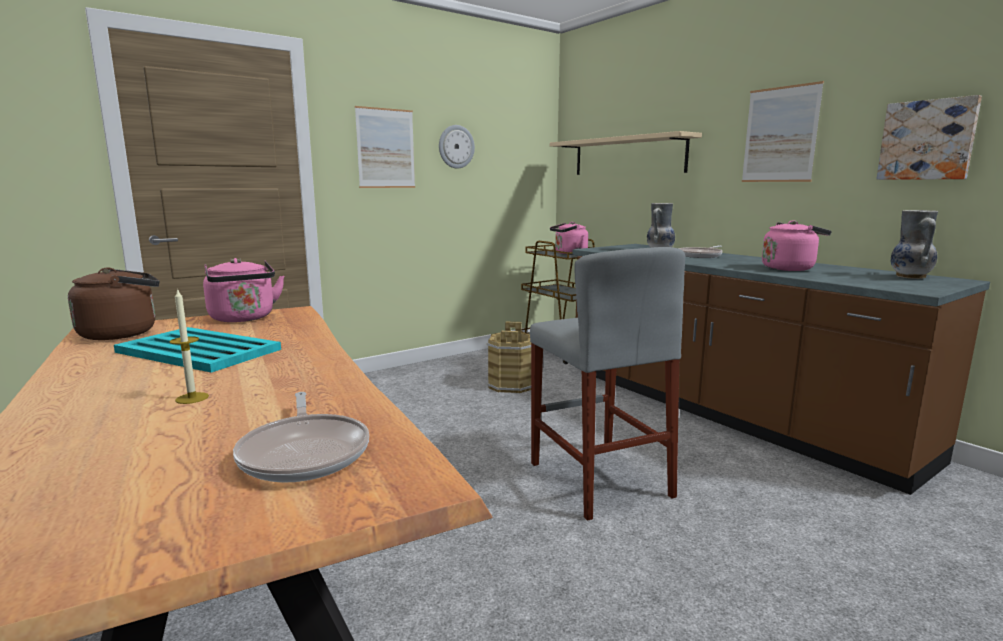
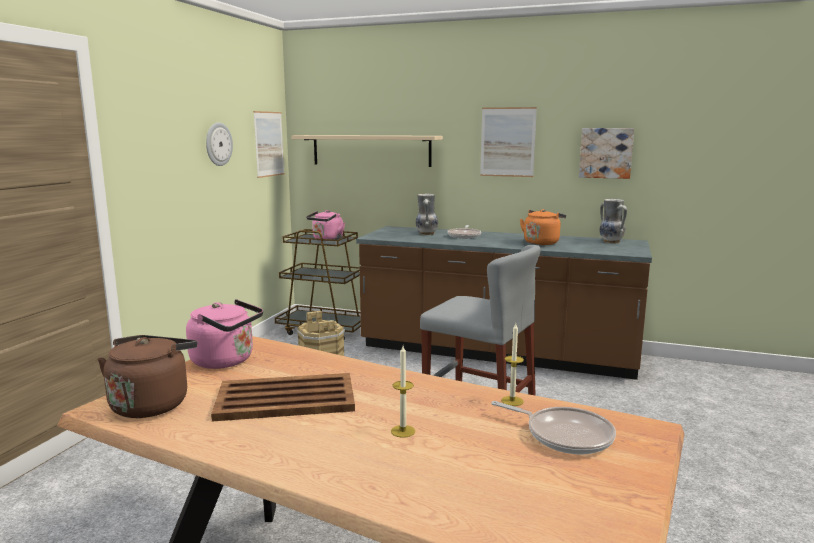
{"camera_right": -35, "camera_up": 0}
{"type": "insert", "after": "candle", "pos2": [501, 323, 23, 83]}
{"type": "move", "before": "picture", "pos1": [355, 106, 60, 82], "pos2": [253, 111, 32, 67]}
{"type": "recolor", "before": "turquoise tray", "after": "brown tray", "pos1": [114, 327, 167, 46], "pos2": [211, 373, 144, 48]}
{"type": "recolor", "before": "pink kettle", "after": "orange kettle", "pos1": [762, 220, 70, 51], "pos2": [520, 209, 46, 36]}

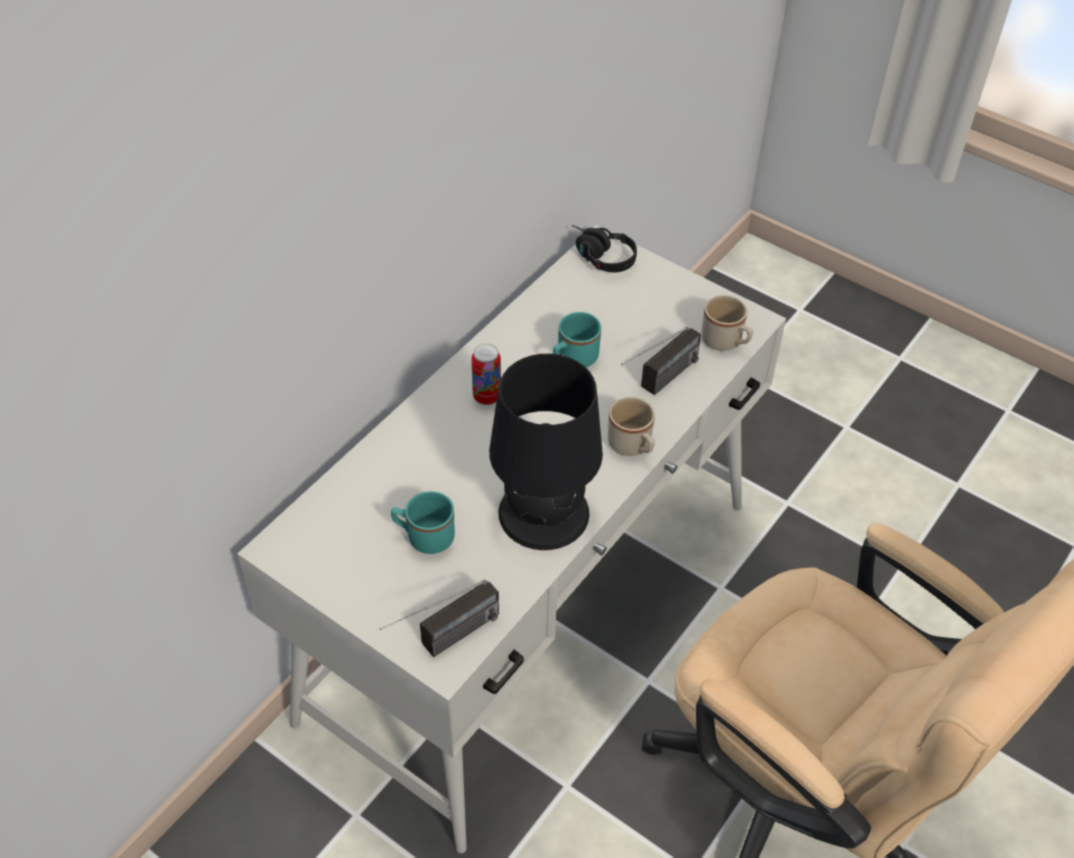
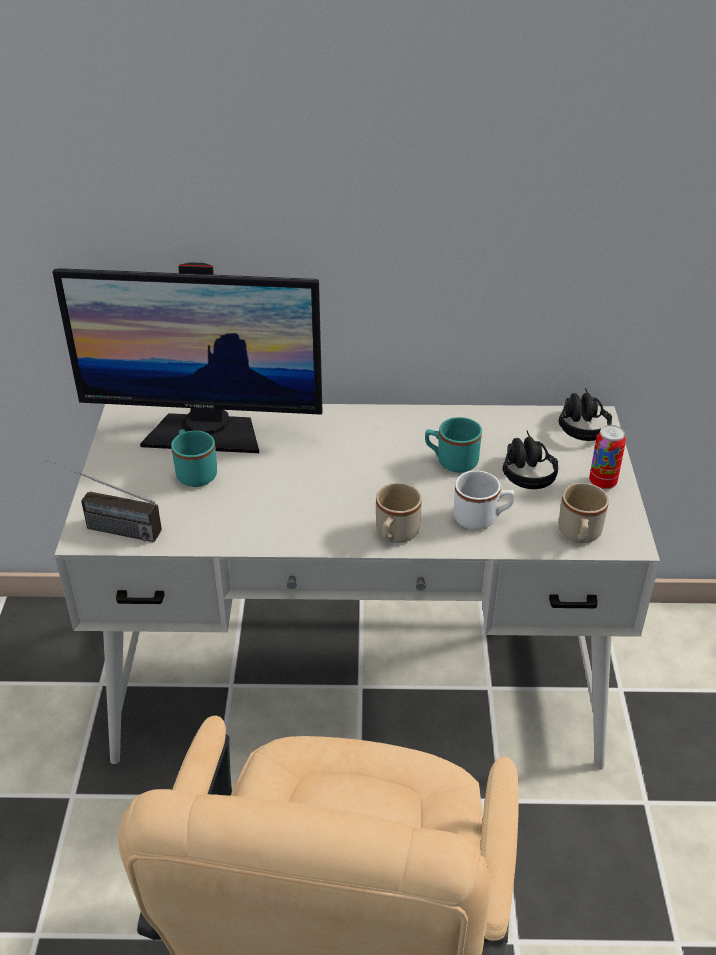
{"camera_right": 55, "camera_up": -10}
{"type": "delete", "before": "black table lamp", "pos1": [489, 354, 114, 196]}
{"type": "insert", "after": "monitor", "pos2": [52, 262, 270, 191]}
{"type": "insert", "after": "black headphones", "pos2": [503, 431, 55, 58]}
{"type": "move", "before": "can", "pos1": [471, 343, 30, 62], "pos2": [589, 425, 37, 65]}
{"type": "replace", "before": "radio", "after": "white mug", "pos1": [621, 327, 80, 68], "pos2": [453, 471, 62, 59]}

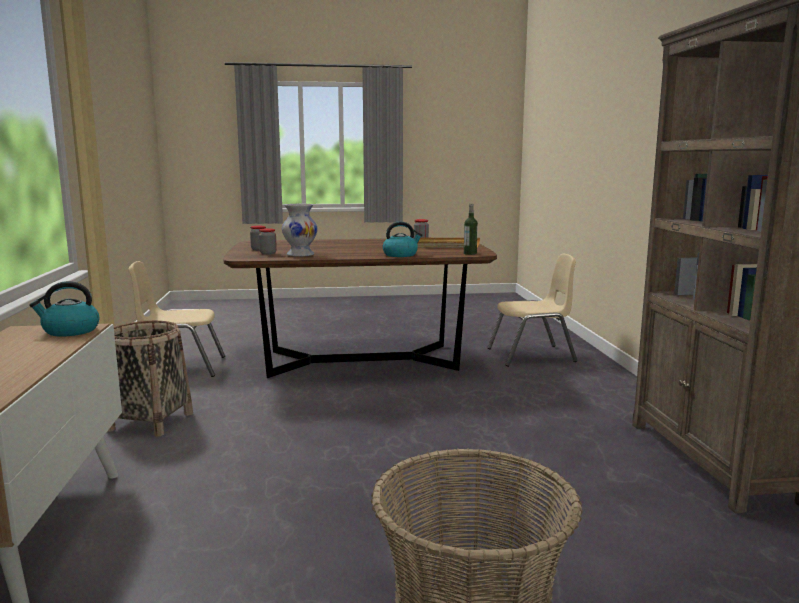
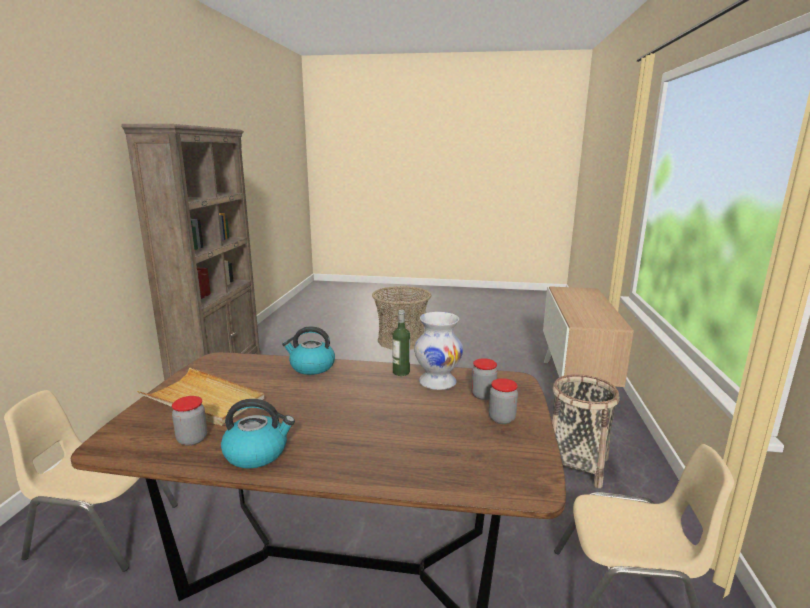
{"camera_right": -165, "camera_up": 5}
{"type": "move", "before": "kettle", "pos1": [29, 281, 70, 56], "pos2": [221, 399, 74, 70]}
{"type": "move", "before": "bottle", "pos1": [464, 204, 14, 51], "pos2": [393, 310, 17, 66]}

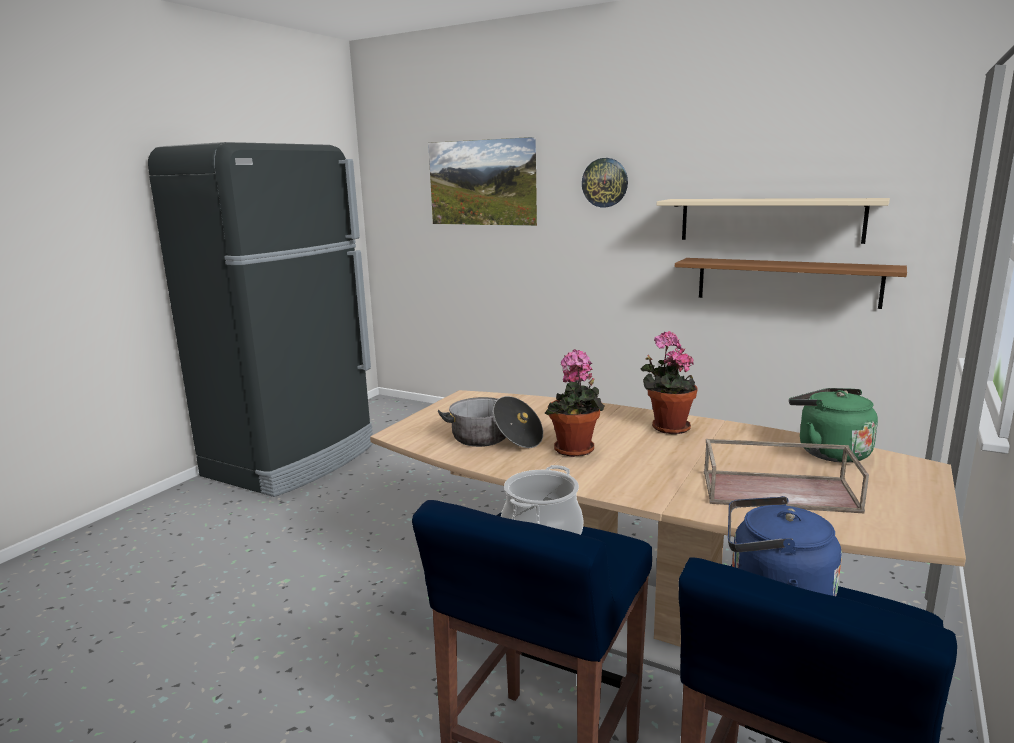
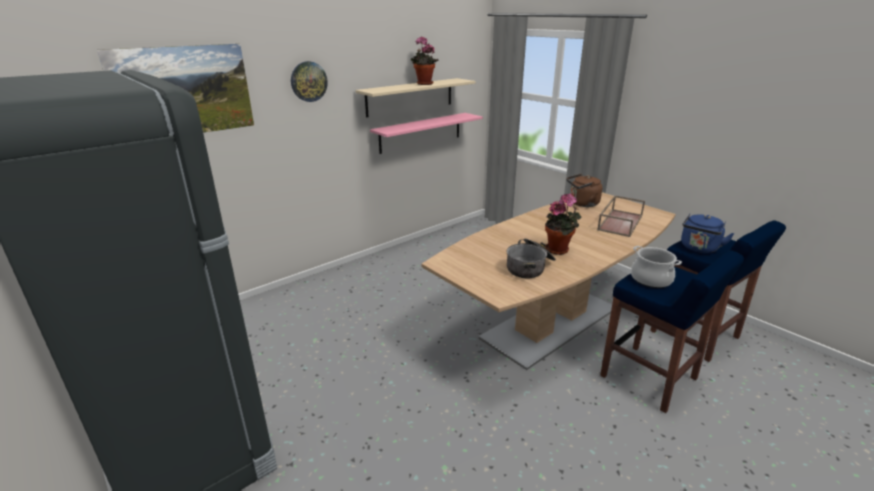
{"camera_right": -70, "camera_up": 10}
{"type": "move", "before": "potted plant", "pos1": [641, 331, 57, 103], "pos2": [411, 36, 27, 49]}
{"type": "recolor", "before": "brown shelf", "after": "pink shelf", "pos1": [675, 258, 232, 51], "pos2": [370, 113, 113, 41]}
{"type": "recolor", "before": "green kettle", "after": "brown kettle", "pos1": [789, 388, 89, 75], "pos2": [567, 174, 35, 33]}

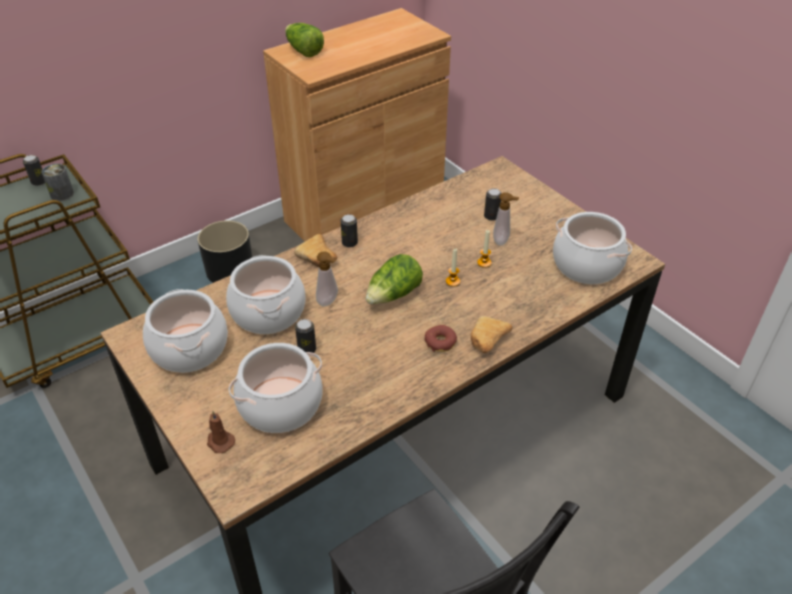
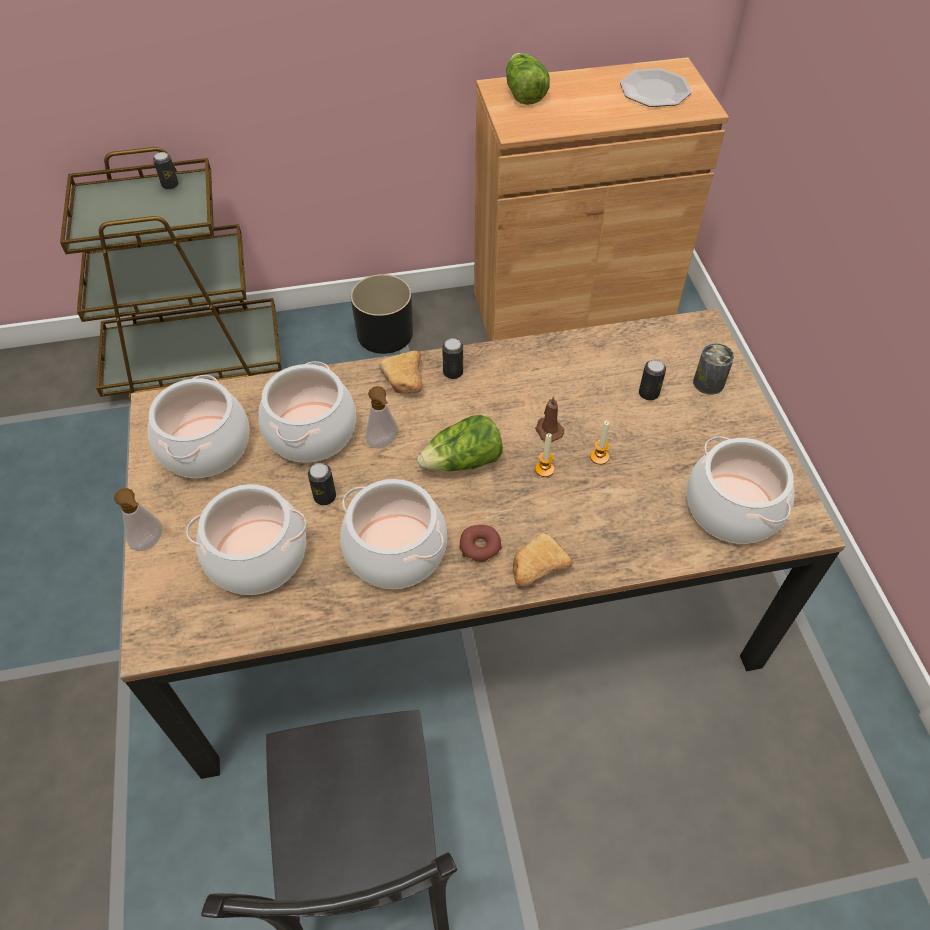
{"camera_right": 25, "camera_up": 10}
{"type": "insert", "after": "cooking pot", "pos2": [340, 479, 107, 110]}
{"type": "insert", "after": "plate", "pos2": [620, 69, 72, 38]}
{"type": "move", "before": "can", "pos1": [42, 164, 32, 37], "pos2": [693, 343, 41, 52]}
{"type": "move", "before": "brown candle", "pos1": [207, 411, 28, 42], "pos2": [535, 396, 29, 46]}
{"type": "move", "before": "soap dispenser", "pos1": [493, 192, 26, 54], "pos2": [114, 488, 48, 63]}

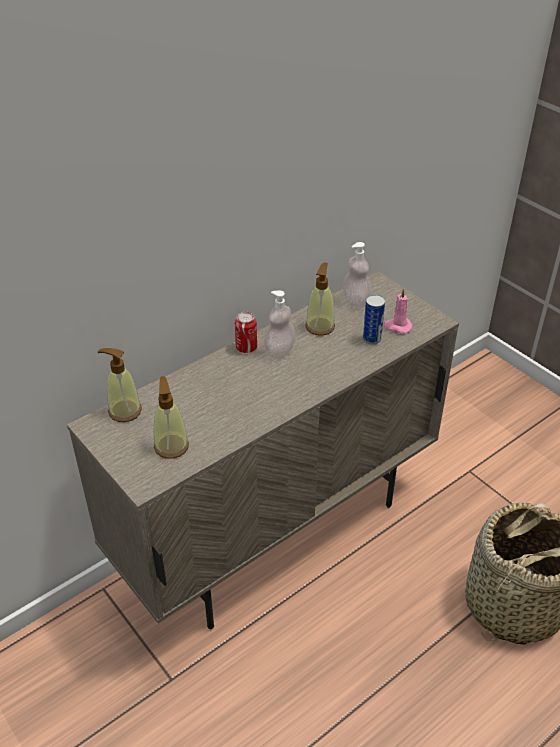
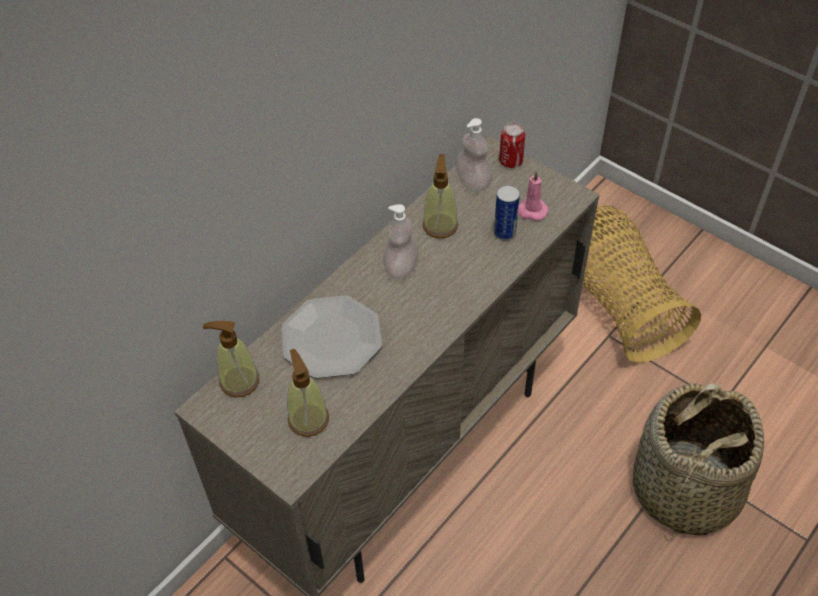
{"camera_right": -10, "camera_up": 10}
{"type": "insert", "after": "plate", "pos2": [281, 296, 101, 82]}
{"type": "insert", "after": "basket", "pos2": [583, 205, 118, 158]}
{"type": "move", "before": "can", "pos1": [235, 312, 22, 41], "pos2": [499, 123, 26, 45]}

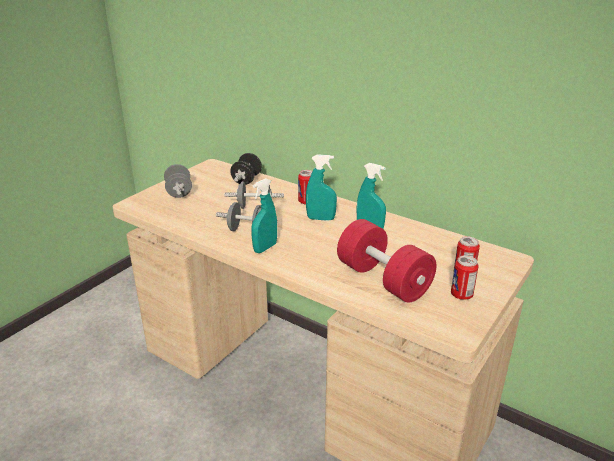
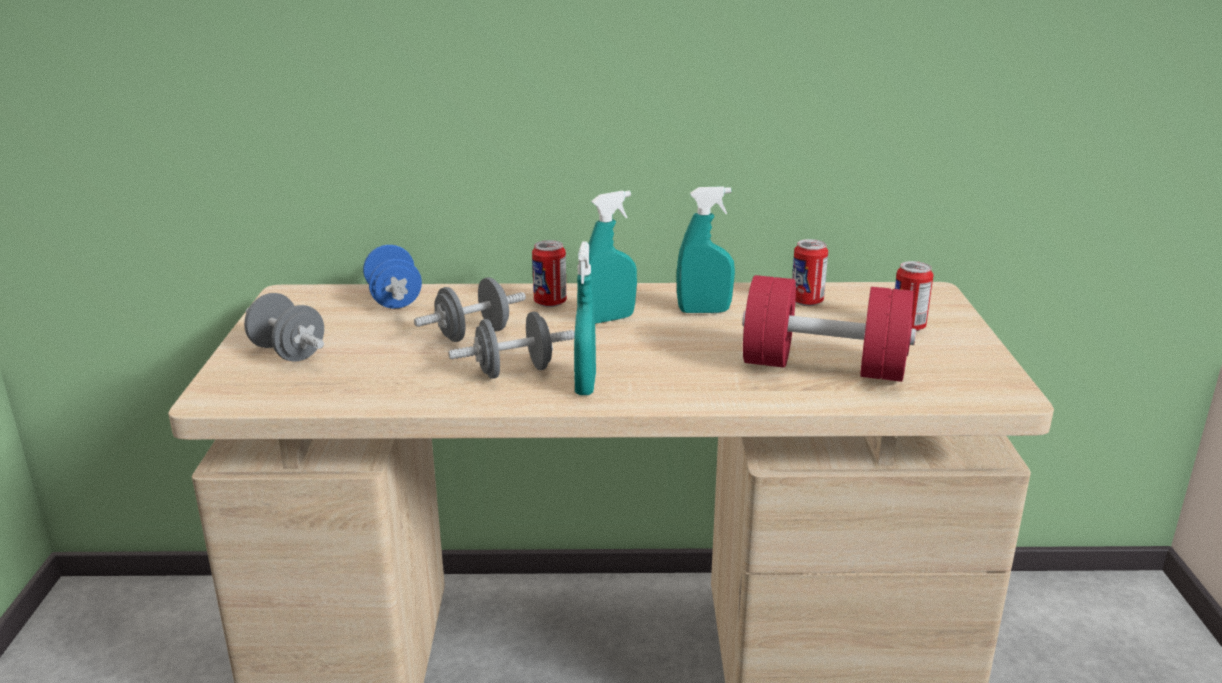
{"camera_right": -35, "camera_up": -5}
{"type": "move", "before": "can", "pos1": [451, 255, 28, 45], "pos2": [792, 239, 36, 67]}
{"type": "recolor", "before": "black dumbbell", "after": "blue dumbbell", "pos1": [230, 153, 32, 32], "pos2": [363, 245, 59, 64]}

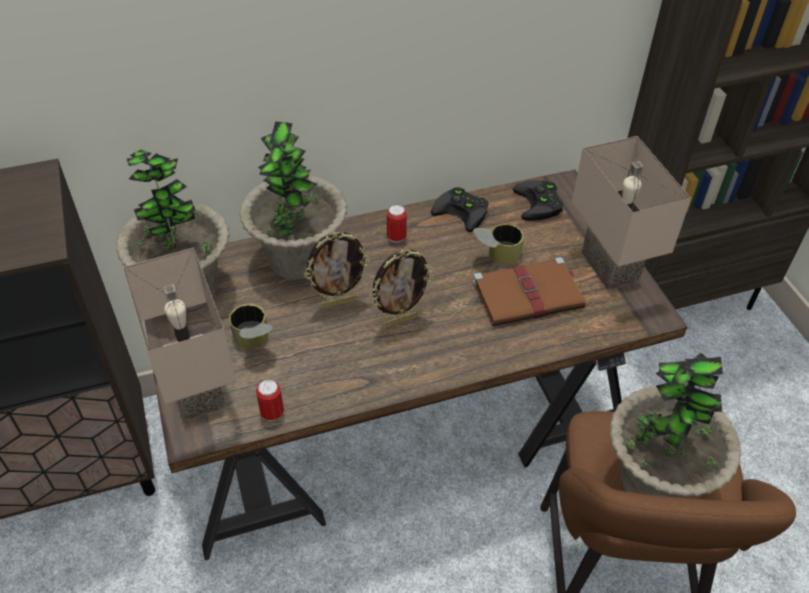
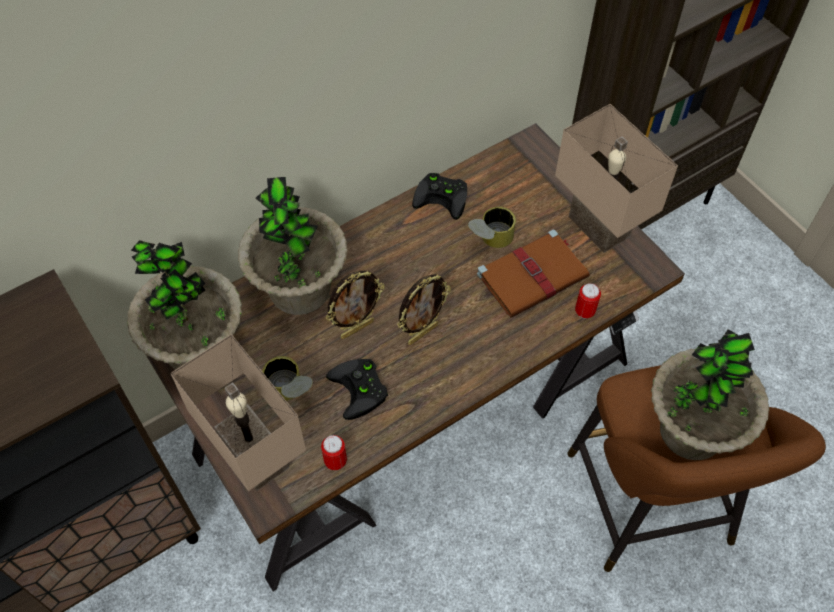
{"camera_right": -15, "camera_up": 10}
{"type": "move", "before": "can", "pos1": [387, 204, 20, 39], "pos2": [575, 283, 26, 36]}
{"type": "move", "before": "black game controller", "pos1": [513, 180, 50, 41], "pos2": [326, 359, 62, 61]}

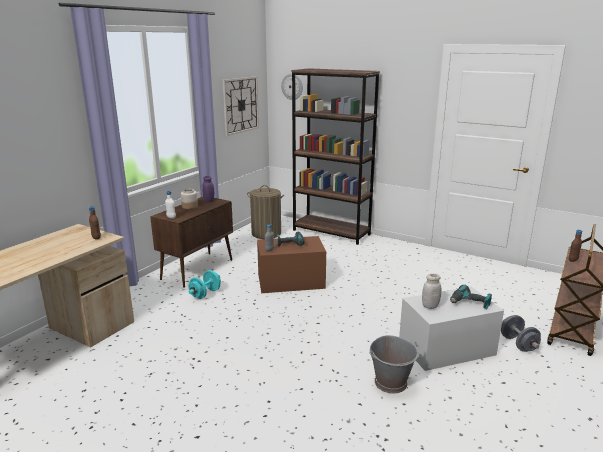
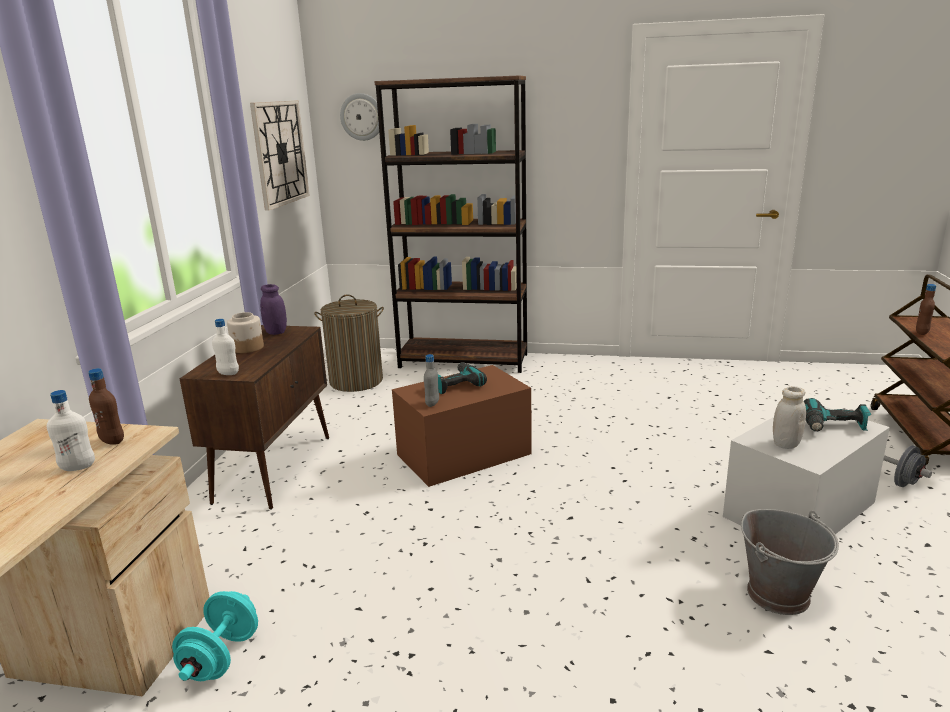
{"camera_right": -20, "camera_up": 0}
{"type": "insert", "after": "white bottle", "pos2": [47, 390, 48, 81]}
{"type": "move", "before": "turquoise dumbbell", "pos1": [188, 270, 33, 29], "pos2": [172, 591, 86, 90]}

